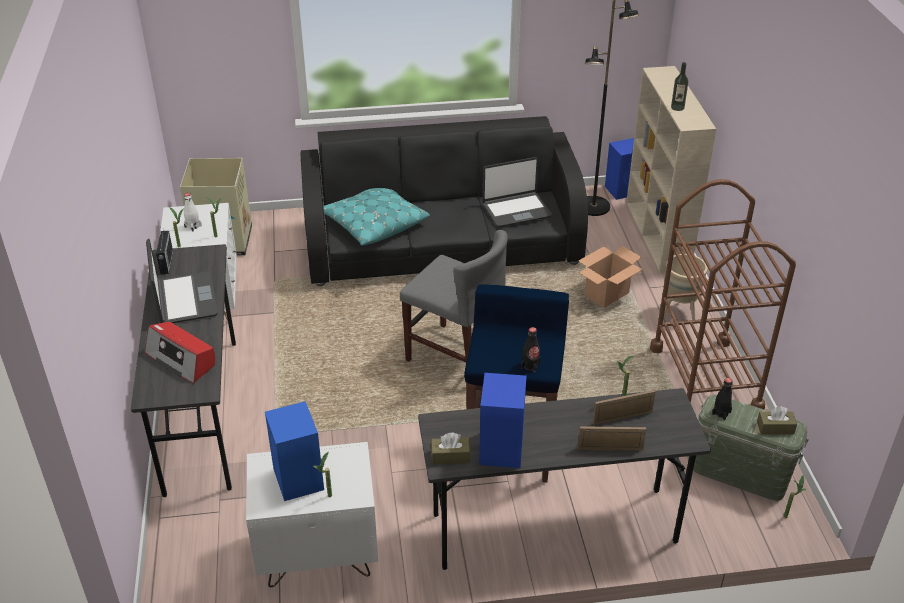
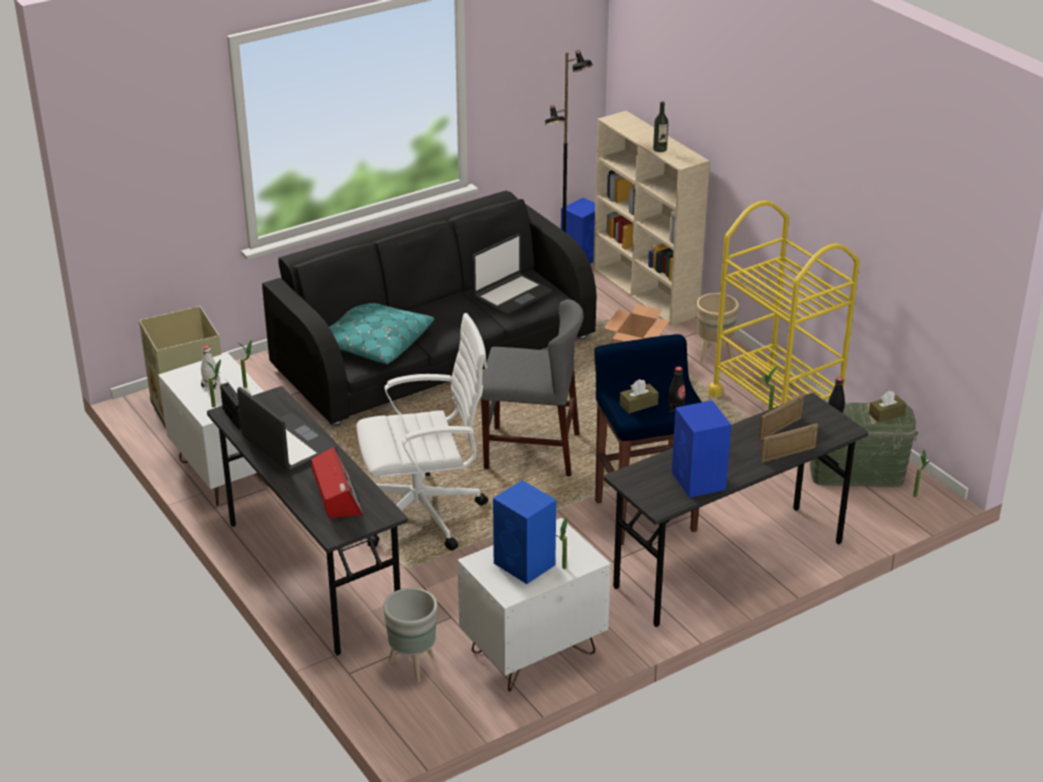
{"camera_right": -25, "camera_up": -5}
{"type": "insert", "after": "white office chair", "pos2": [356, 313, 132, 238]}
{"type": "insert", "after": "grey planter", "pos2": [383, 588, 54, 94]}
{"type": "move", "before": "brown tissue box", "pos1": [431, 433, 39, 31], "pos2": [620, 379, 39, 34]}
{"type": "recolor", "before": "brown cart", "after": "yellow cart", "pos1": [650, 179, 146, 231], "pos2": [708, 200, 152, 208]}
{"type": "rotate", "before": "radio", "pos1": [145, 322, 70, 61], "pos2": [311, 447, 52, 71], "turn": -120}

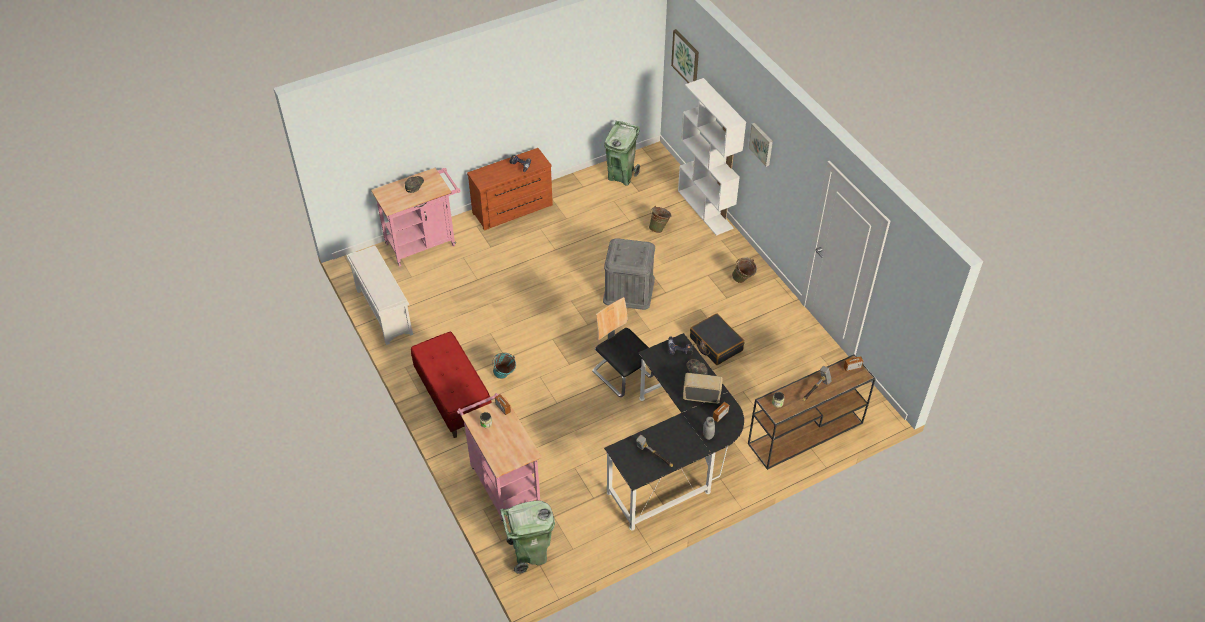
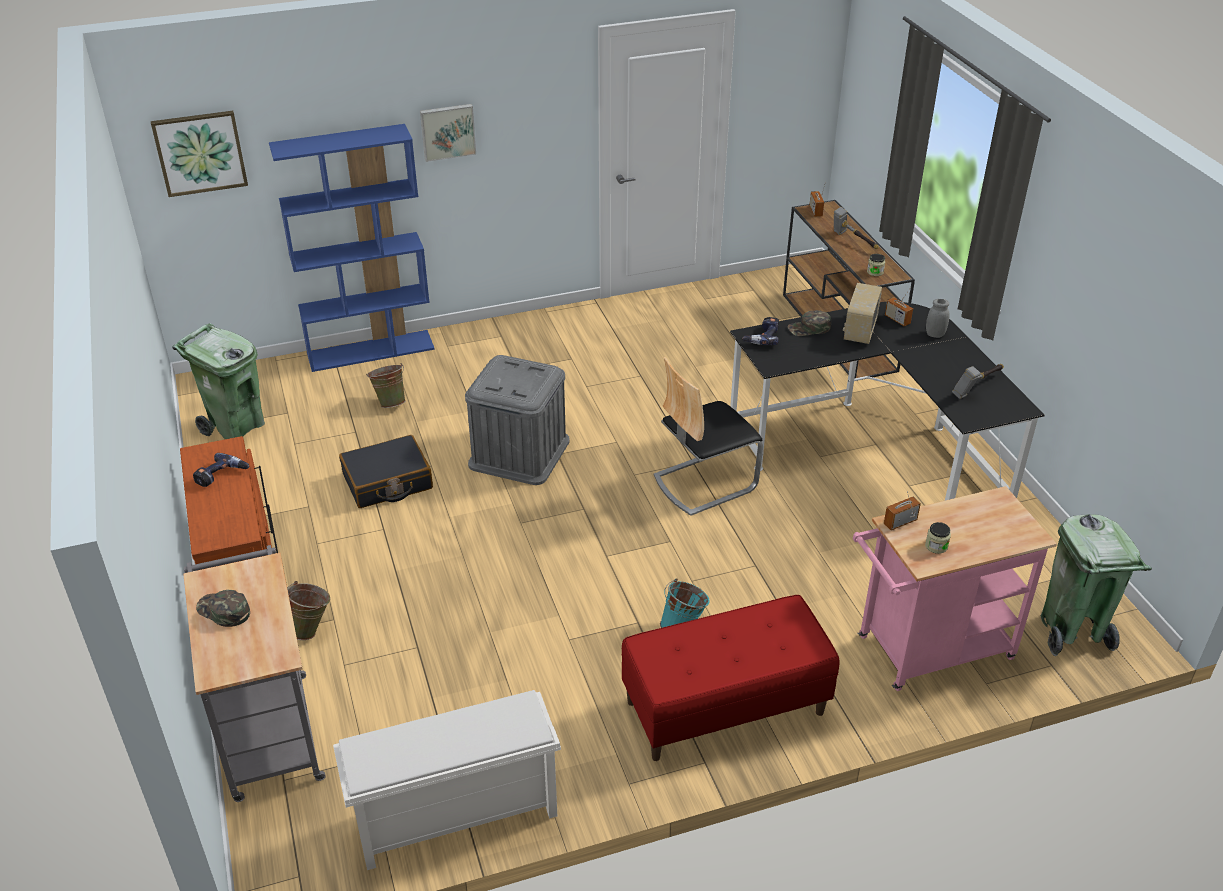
{"camera_right": -80, "camera_up": -10}
{"type": "move", "before": "black suitcase", "pos1": [690, 313, 54, 52], "pos2": [339, 435, 94, 73]}
{"type": "move", "before": "green bucket", "pos1": [732, 257, 25, 26], "pos2": [287, 581, 43, 59]}
{"type": "recolor", "before": "pink cart", "after": "grey cart", "pos1": [371, 168, 90, 99], "pos2": [183, 545, 143, 257]}
{"type": "recolor", "before": "white bookcase", "after": "blue bookcase", "pos1": [678, 78, 68, 157], "pos2": [269, 124, 166, 248]}

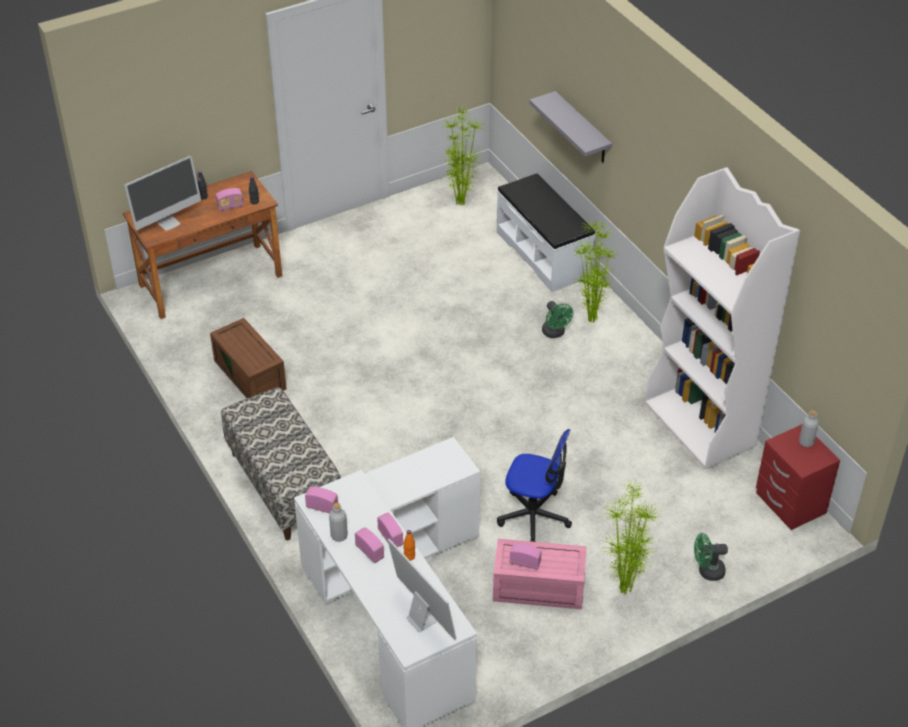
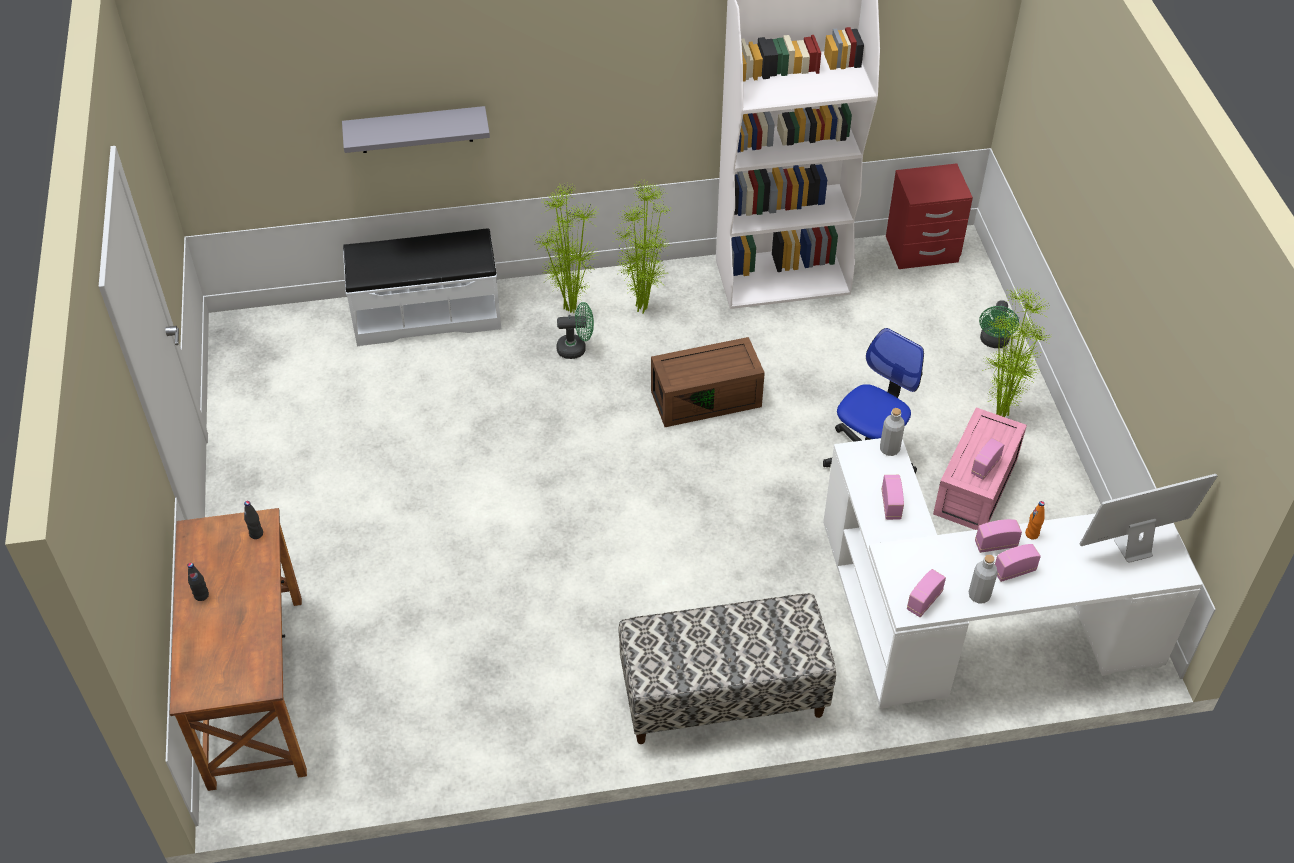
{"camera_right": -70, "camera_up": 5}
{"type": "delete", "before": "monitor", "pos1": [124, 156, 77, 75]}
{"type": "move", "before": "brown storage box", "pos1": [210, 318, 77, 80], "pos2": [651, 337, 114, 90]}
{"type": "move", "before": "radio", "pos1": [216, 188, 27, 23], "pos2": [882, 475, 22, 45]}
{"type": "move", "before": "potted plant", "pos1": [442, 106, 42, 100], "pos2": [614, 180, 58, 134]}
{"type": "move", "before": "grey bottle", "pos1": [799, 410, 20, 37], "pos2": [880, 408, 25, 48]}

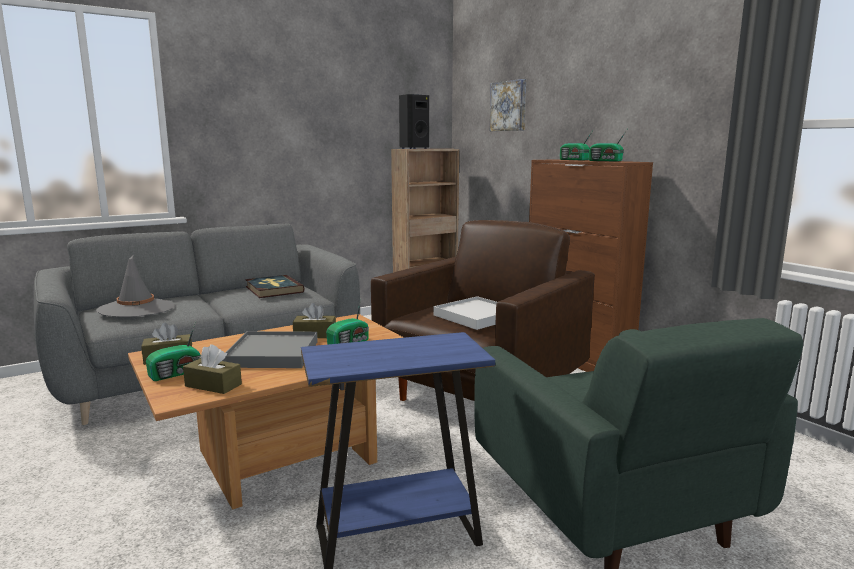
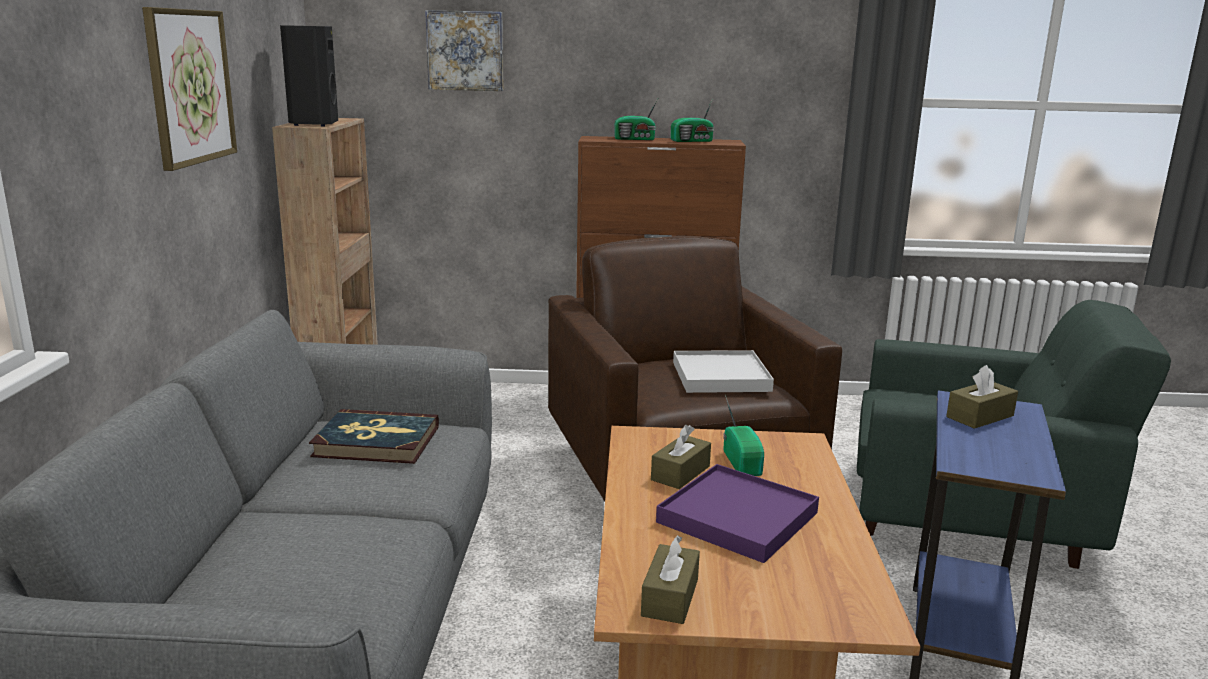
{"camera_right": -55, "camera_up": 5}
{"type": "delete", "before": "grey hat", "pos1": [96, 255, 79, 62]}
{"type": "delete", "before": "radio", "pos1": [146, 323, 55, 58]}
{"type": "insert", "after": "picture", "pos2": [142, 7, 95, 164]}
{"type": "move", "before": "brown tissue box", "pos1": [183, 344, 59, 50], "pos2": [946, 365, 72, 64]}
{"type": "recolor", "before": "grey tray", "after": "purple tray", "pos1": [222, 331, 96, 37], "pos2": [656, 464, 163, 99]}

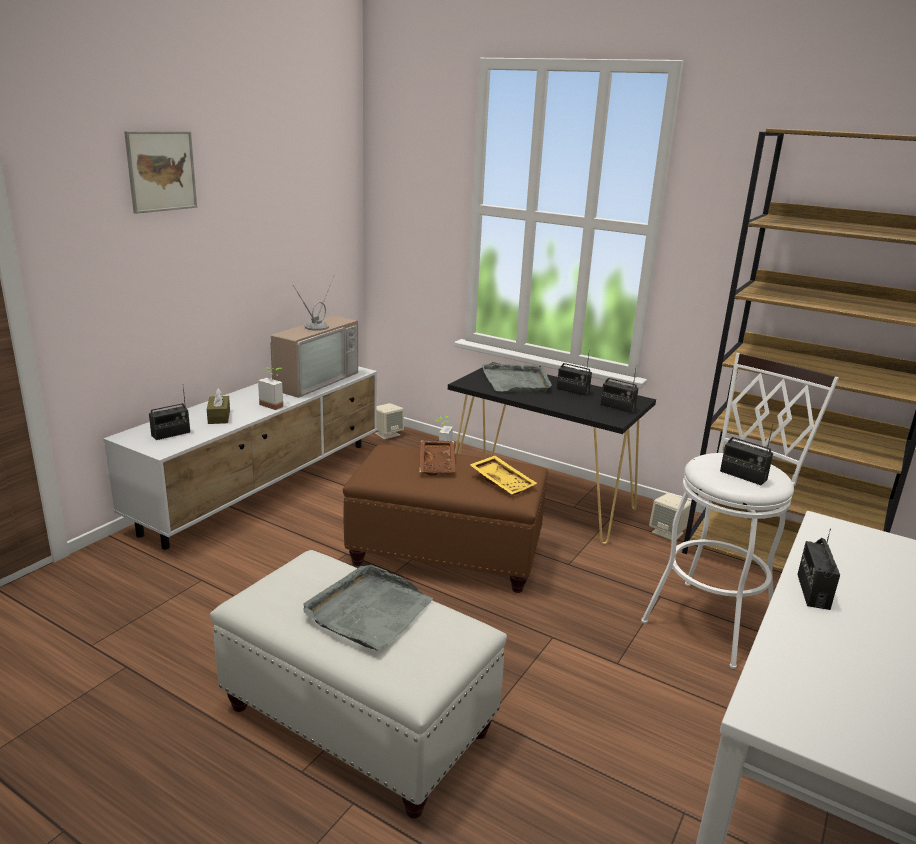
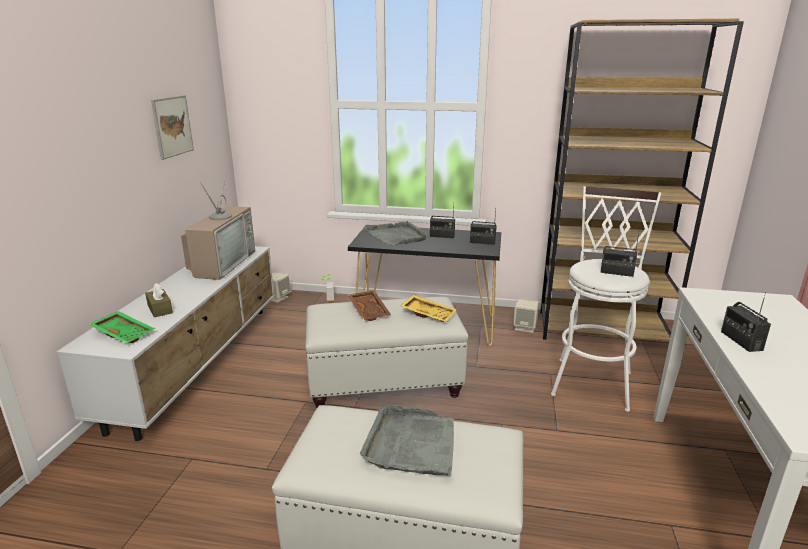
{"camera_right": -20, "camera_up": 0}
{"type": "delete", "before": "potted plant", "pos1": [258, 367, 25, 43]}
{"type": "move", "before": "picture", "pos1": [124, 131, 73, 83], "pos2": [151, 95, 43, 65]}
{"type": "replace", "before": "radio", "after": "green tray", "pos1": [149, 388, 41, 52], "pos2": [89, 311, 66, 33]}
{"type": "recolor", "before": "brown ottoman", "after": "white ottoman", "pos1": [343, 445, 205, 148], "pos2": [305, 297, 164, 112]}

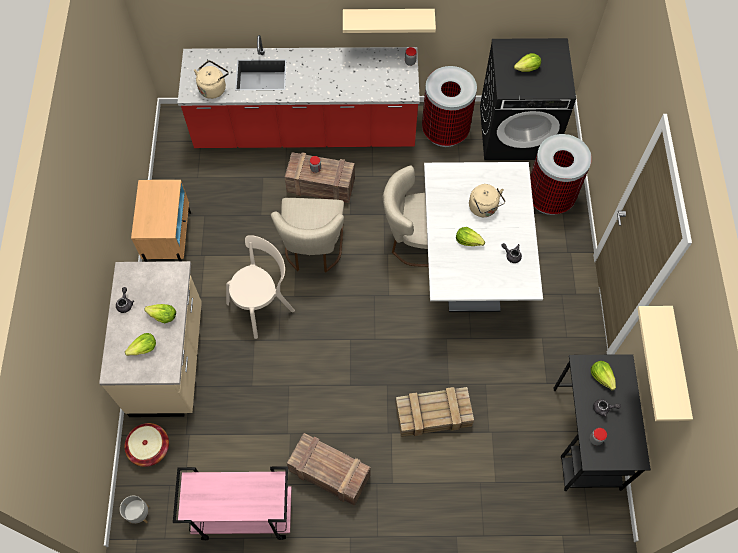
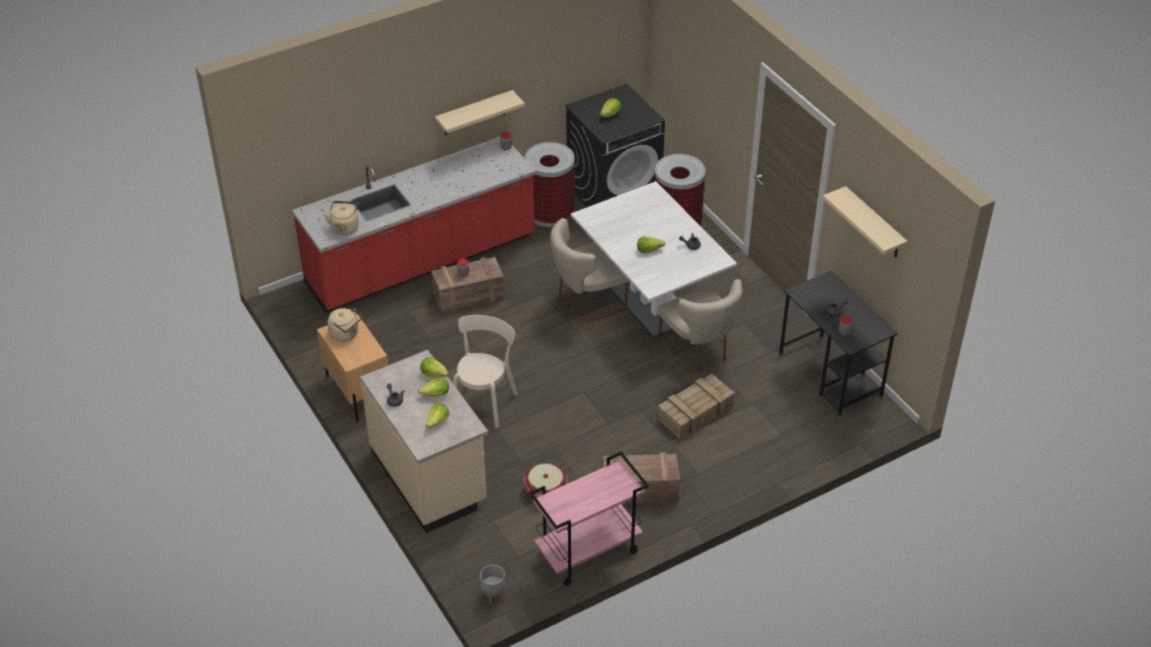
{"camera_right": -30, "camera_up": -20}
{"type": "move", "before": "basket", "pos1": [124, 423, 45, 44], "pos2": [523, 463, 45, 35]}
{"type": "move", "before": "beige chair", "pos1": [271, 198, 73, 74], "pos2": [658, 279, 84, 94]}
{"type": "move", "before": "beige kettle", "pos1": [469, 184, 36, 33], "pos2": [328, 307, 35, 35]}
{"type": "move", "before": "lettuce", "pos1": [591, 361, 25, 29], "pos2": [421, 357, 28, 20]}

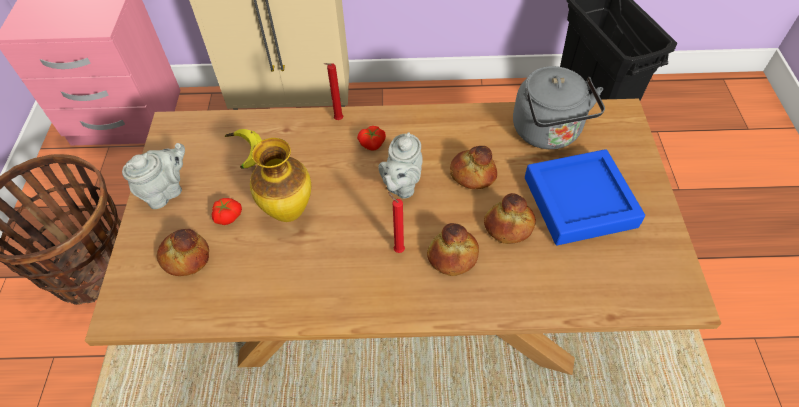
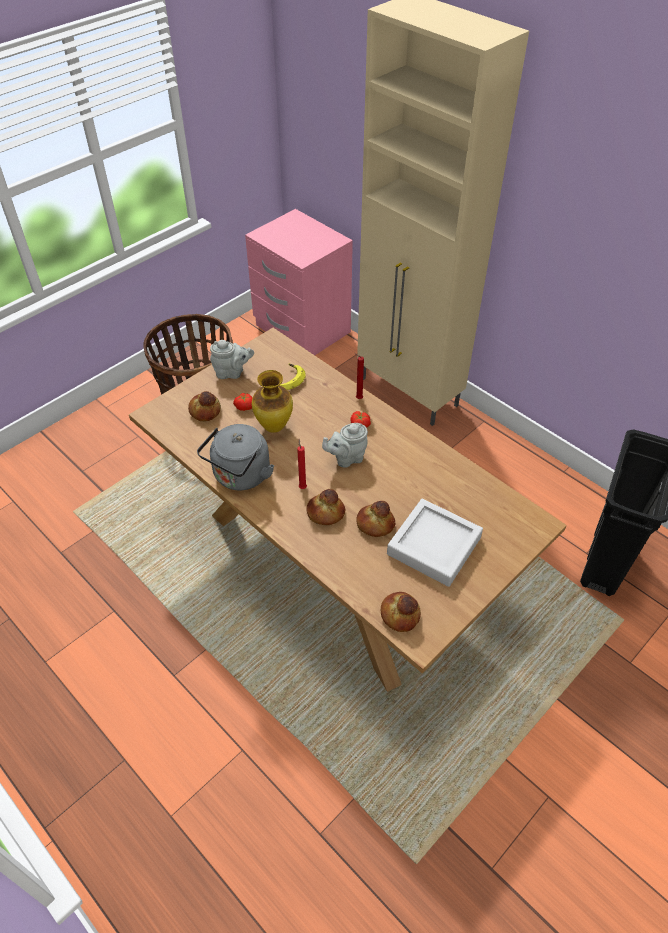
{"camera_right": 45, "camera_up": -5}
{"type": "move", "before": "bread", "pos1": [450, 146, 47, 43], "pos2": [381, 592, 40, 40]}
{"type": "move", "before": "grey kettle", "pos1": [513, 66, 92, 83], "pos2": [197, 424, 77, 66]}
{"type": "recolor", "before": "blue tray", "after": "grey tray", "pos1": [525, 149, 120, 96], "pos2": [387, 499, 96, 88]}

